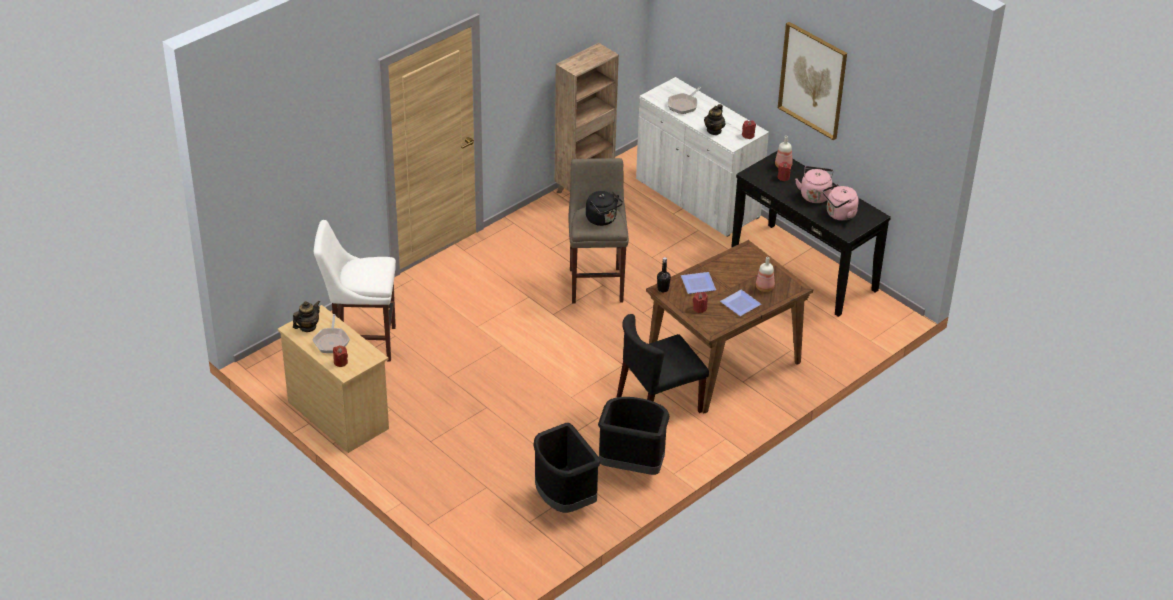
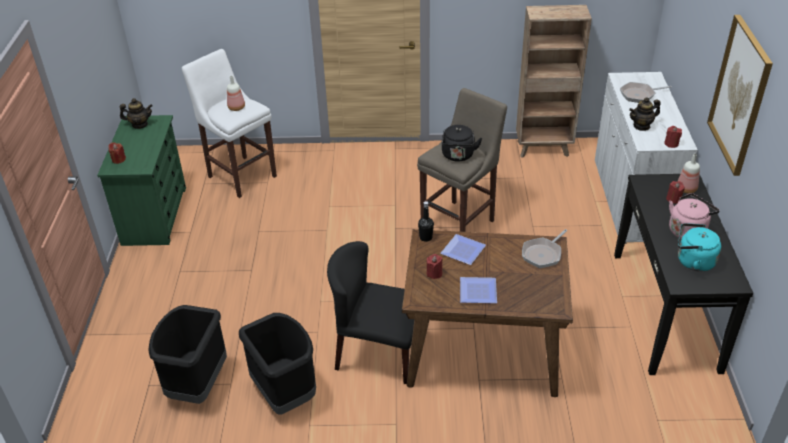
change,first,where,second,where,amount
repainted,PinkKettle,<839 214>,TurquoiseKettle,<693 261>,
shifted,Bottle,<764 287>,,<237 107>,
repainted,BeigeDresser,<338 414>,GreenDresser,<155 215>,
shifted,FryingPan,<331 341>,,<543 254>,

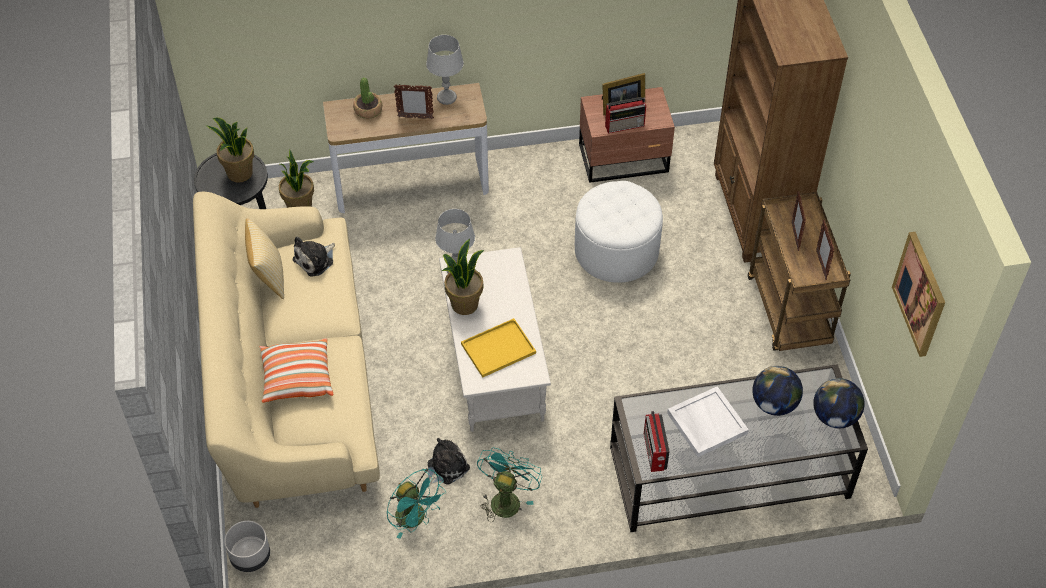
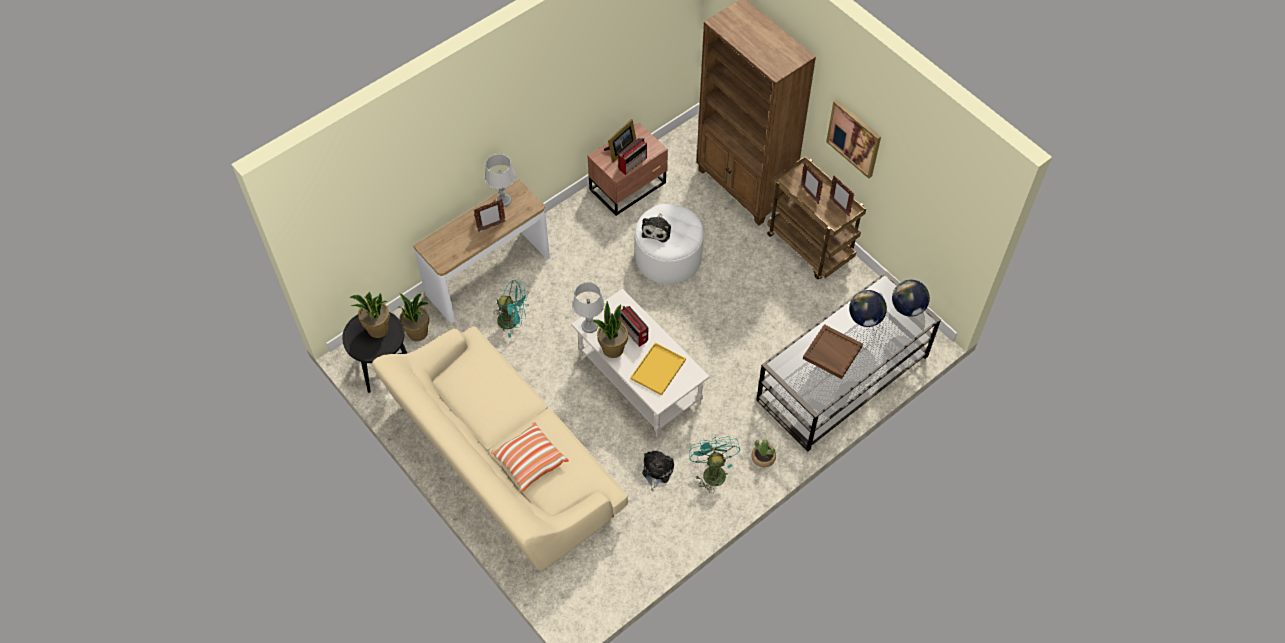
change,first,where,second,where,amount
shifted,PottedPlant,<368 110>,,<763 457>,
gone,Pillow,<268 277>,,,
shifted,Picture,<920 294>,,<854 138>,
shifted,PlushToy,<315 260>,,<657 230>,
repainted,WhiteTray,<706 423>,BrownTray,<831 353>,
shifted,Radio,<654 453>,,<634 333>,
shifted,TurquoiseFan,<416 519>,,<513 321>,
gone,GreyPlanter,<250 556>,,,

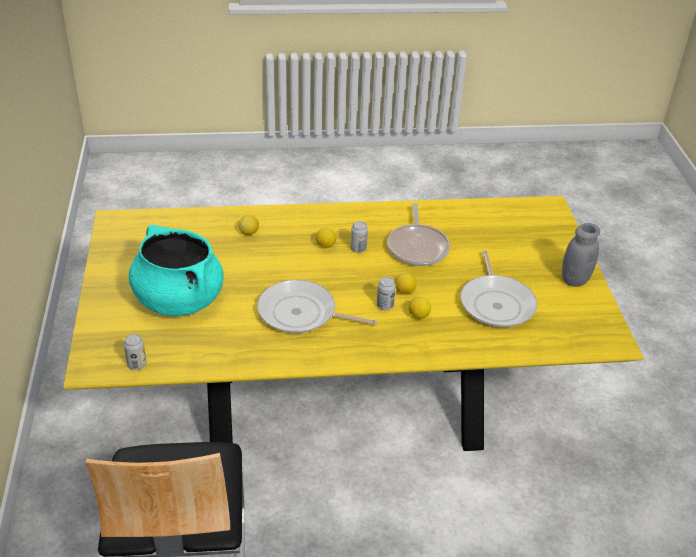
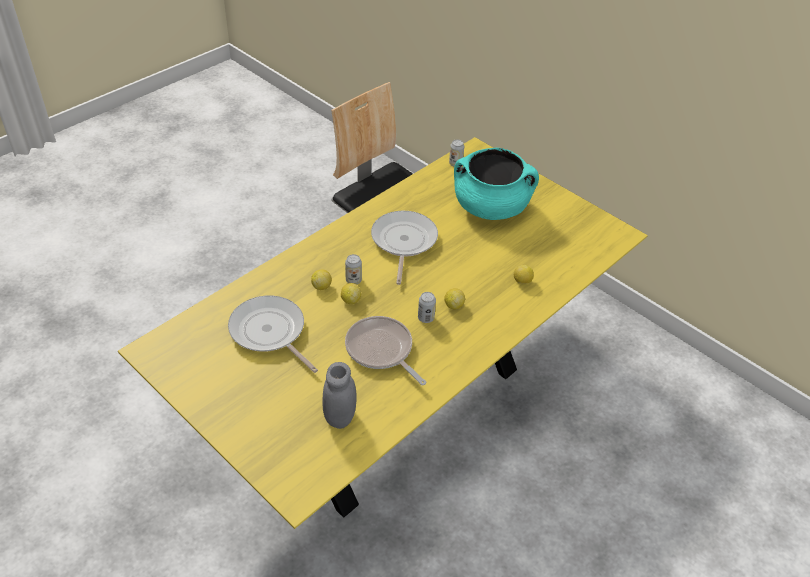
change,first,where,second,where,amount
shifted,GreyJar,<574 279>,,<340 417>,
rotated,FryingPan,<301 314>,,<403 242>,60 degrees counterclockwise

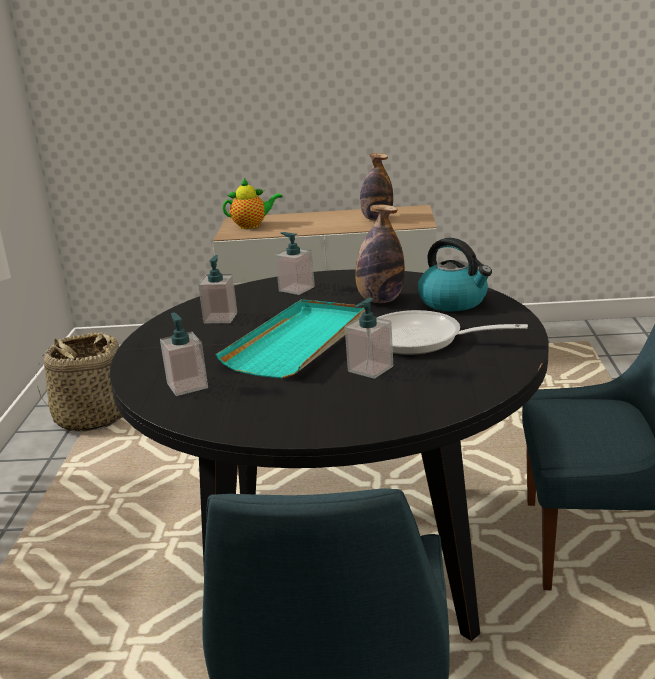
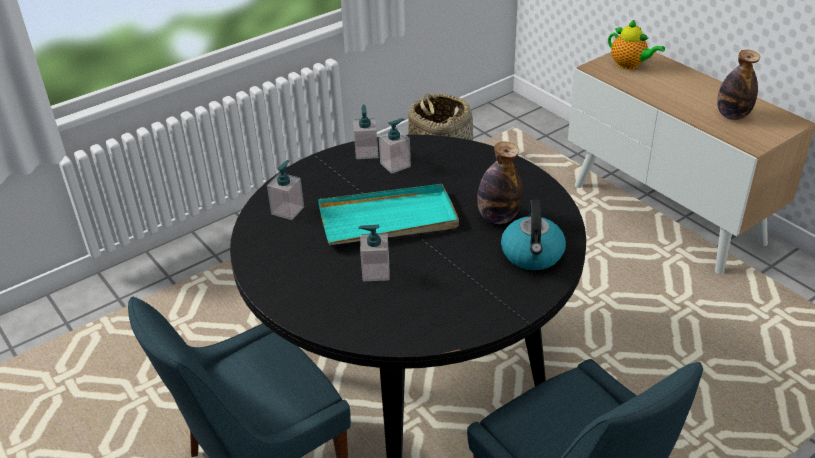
change,first,where,second,where,amount
shifted,SoapDispenser,<296 289>,,<366 152>,
gone,FryingPan,<422 340>,,,

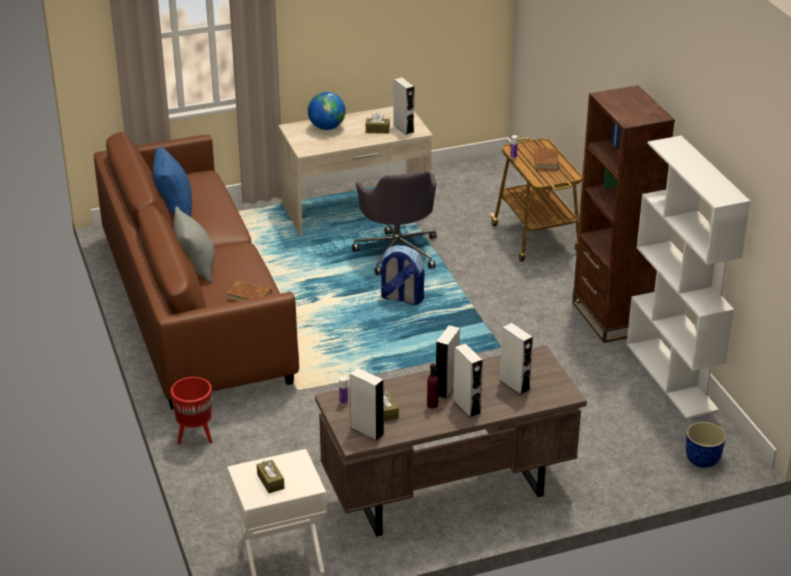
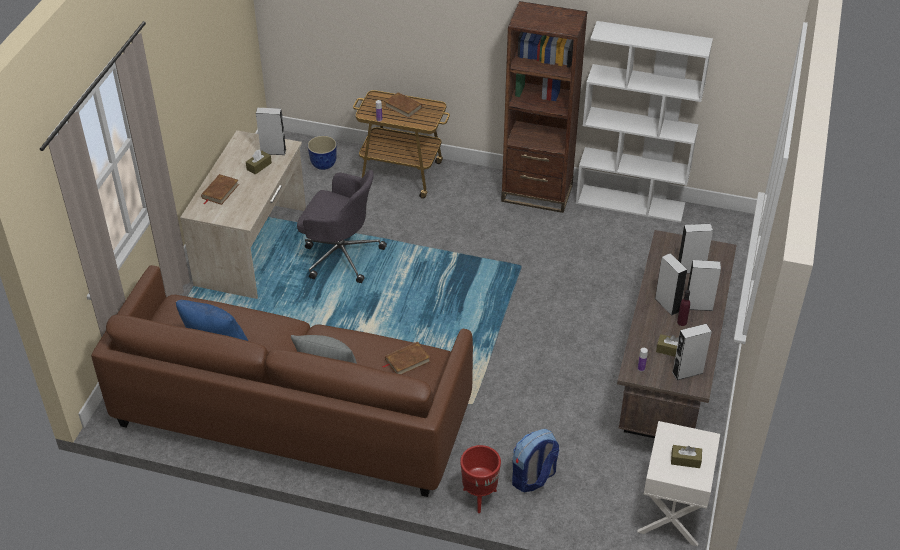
change,first,where,second,where,amount
swapped,Globe,<327 127>,BrownBook,<220 191>,
shifted,Backpack,<401 298>,,<533 478>,
shifted,Planter,<703 461>,,<324 164>,

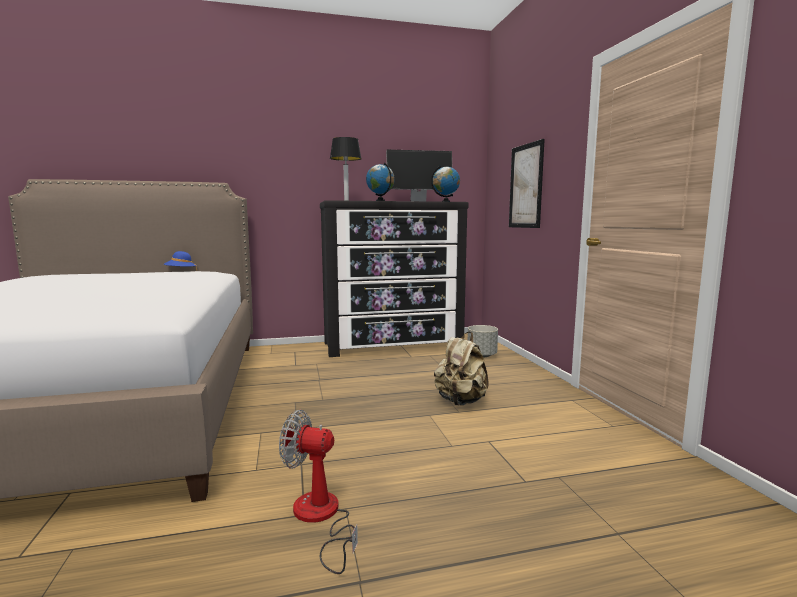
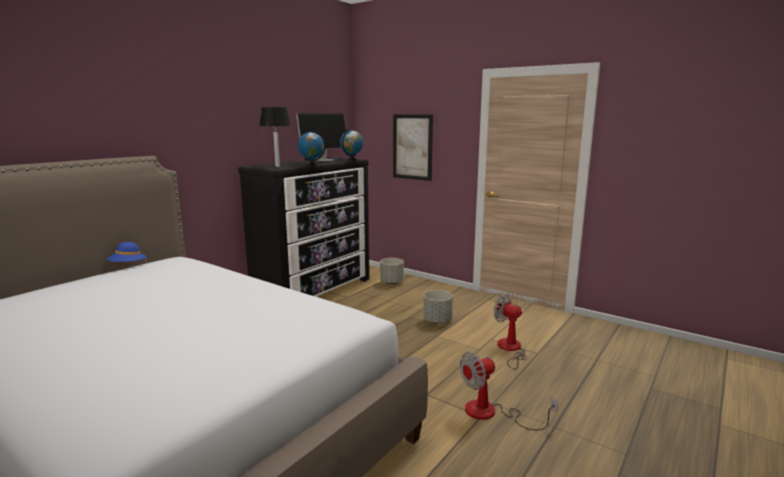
change,first,where,second,where,amount
swapped,BeigeBackpack,<461 401>,GreyPlanter,<437 320>,
new,,,Fan,<510 349>,

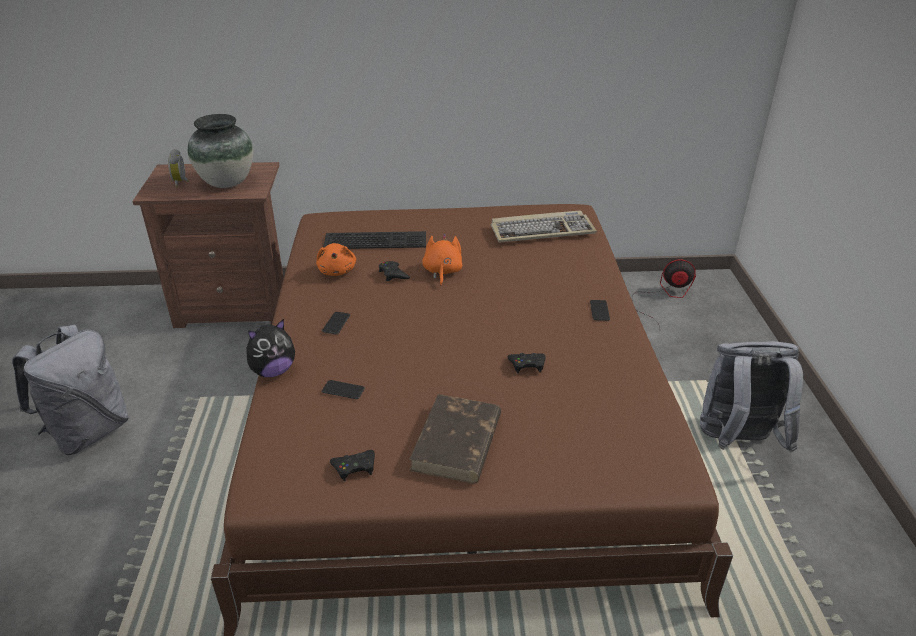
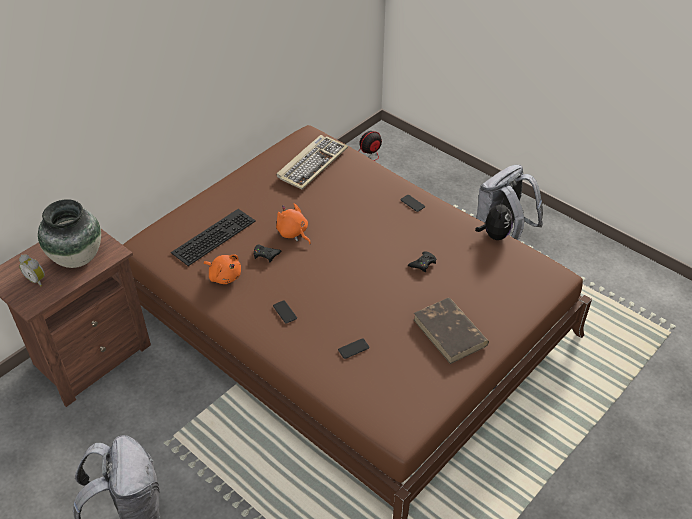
change,first,where,second,where,amount
shifted,PlushToy,<273 371>,,<494 235>,
gone,BlackGameController,<354 467>,,,

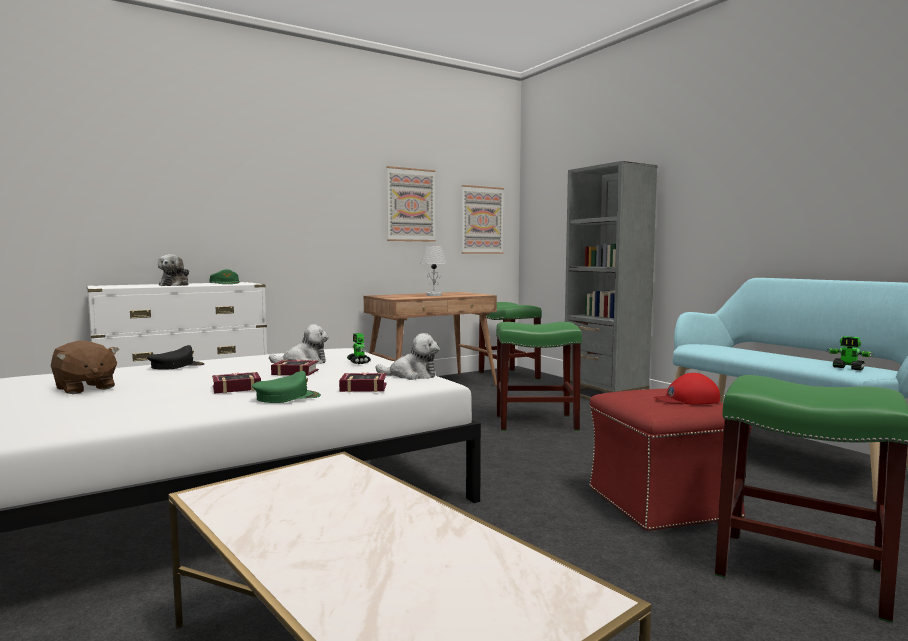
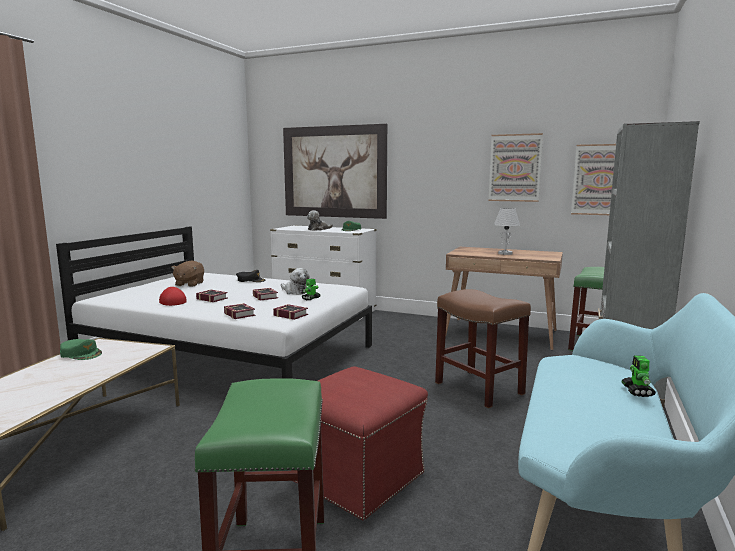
change,first,where,second,where,amount
repainted,GreenStool,<536 422>,BrownStool,<480 388>,
swapped,PlushToy,<411 375>,Book,<290 315>,
shifted,ToyRobot,<848 368>,,<637 391>,
shifted,GreenCap,<287 397>,,<81 354>,
shifted,RedCap,<687 399>,,<171 301>,
new,,,Picture,<334 172>,

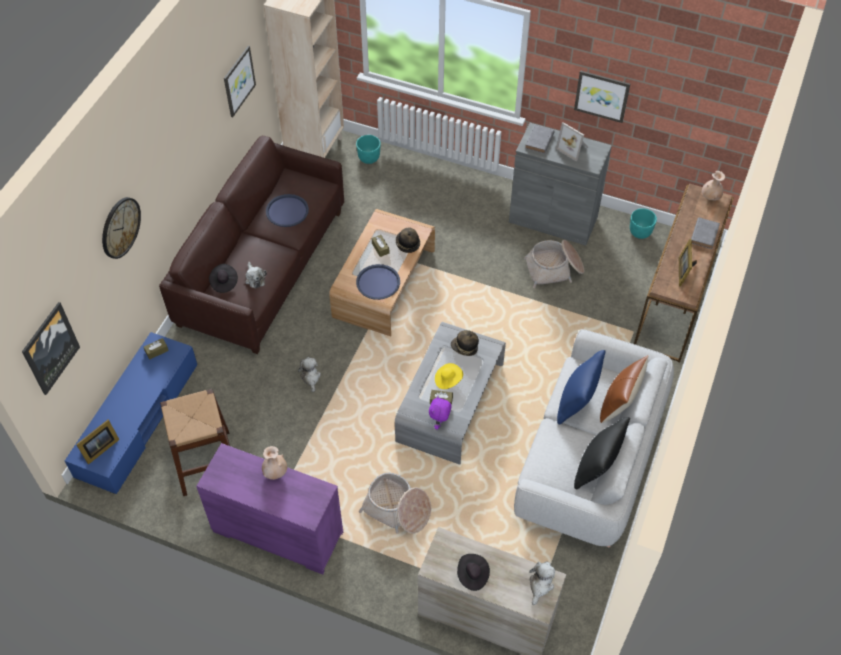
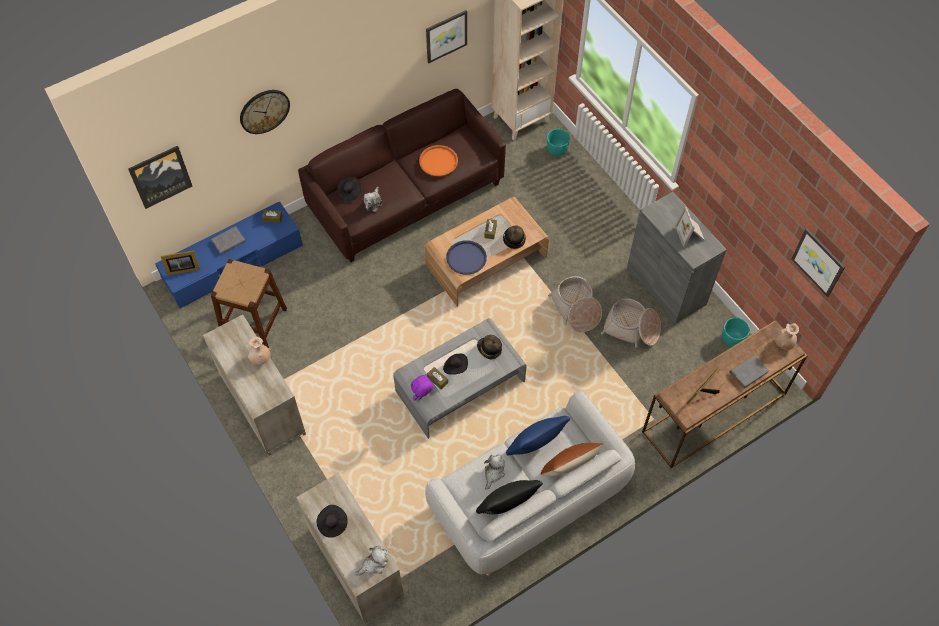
change,first,where,second,where,amount
shifted,Picture,<602 95>,,<818 262>,
shifted,GreyBook,<539 141>,,<228 242>,
repainted,BlueTray,<287 211>,OrangeTray,<438 161>,
shifted,PlushToy,<310 377>,,<493 473>,
repainted,YellowHat,<448 380>,BlackHat,<455 367>,
repainted,PurpleDresser,<277 533>,BeigeDresser,<262 405>,
shifted,Basket,<397 509>,,<576 309>,

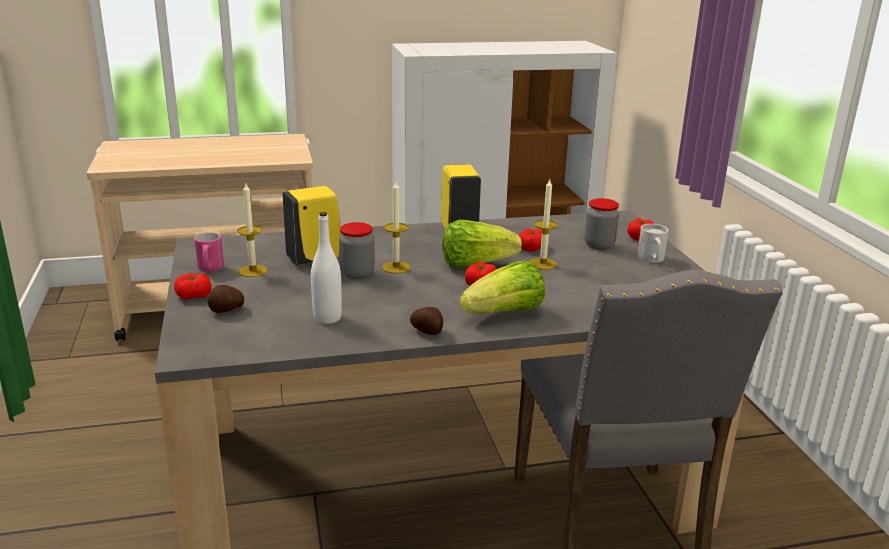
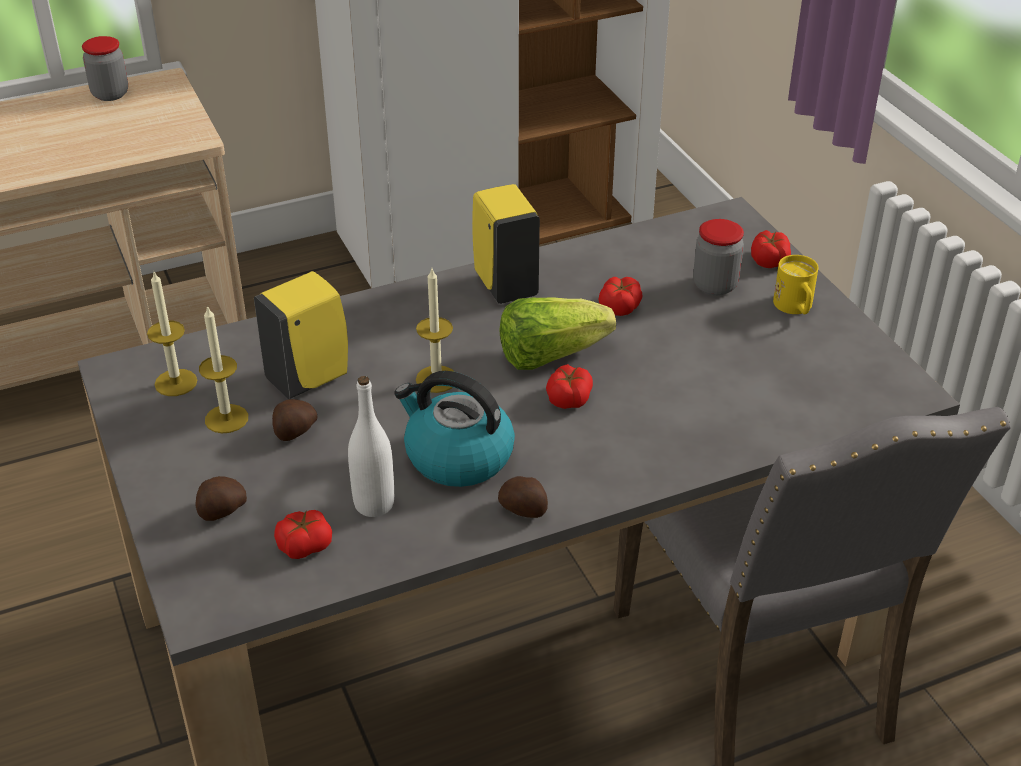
change,first,where,second,where,amount
shifted,Candle,<543 264>,,<176 382>,
shifted,Jar,<357 273>,,<110 94>,
repainted,WhiteMug,<652 260>,YellowMug,<795 308>,
gone,PinkMug,<210 269>,,,
gone,Lettuce,<505 314>,,,
shifted,Tomato,<194 295>,,<304 545>,
new,,,Kettle,<457 457>,
new,,,Potato,<294 432>,

